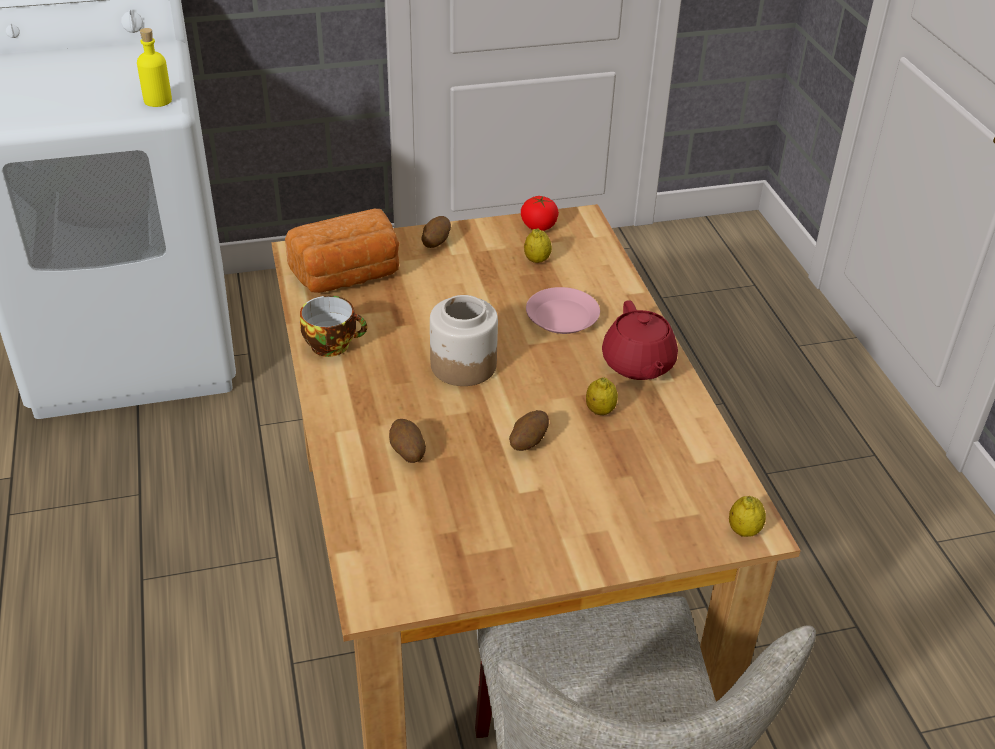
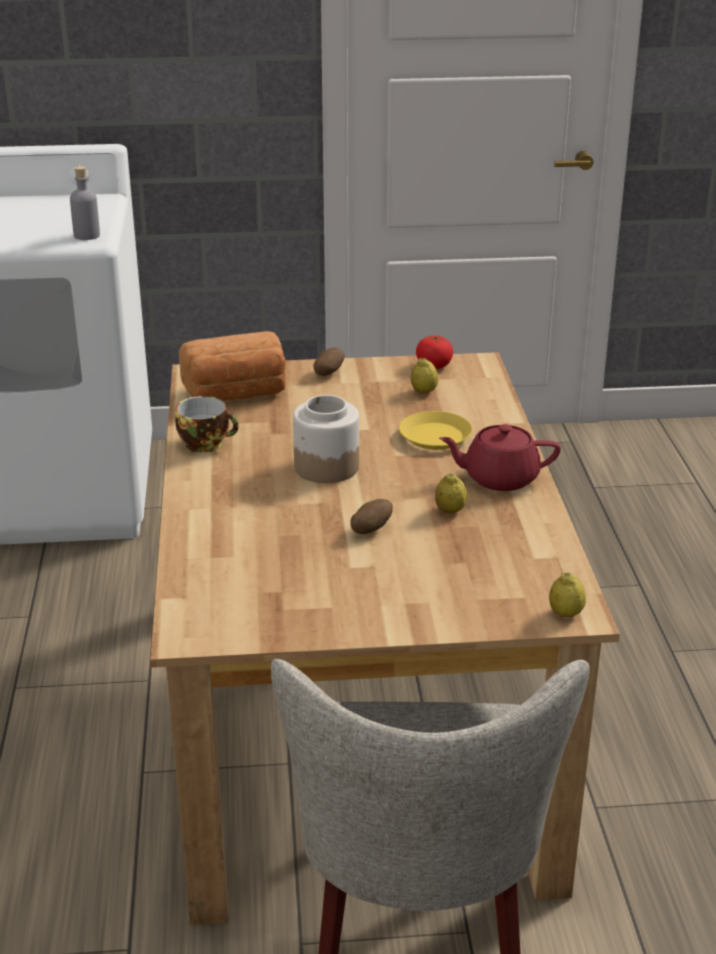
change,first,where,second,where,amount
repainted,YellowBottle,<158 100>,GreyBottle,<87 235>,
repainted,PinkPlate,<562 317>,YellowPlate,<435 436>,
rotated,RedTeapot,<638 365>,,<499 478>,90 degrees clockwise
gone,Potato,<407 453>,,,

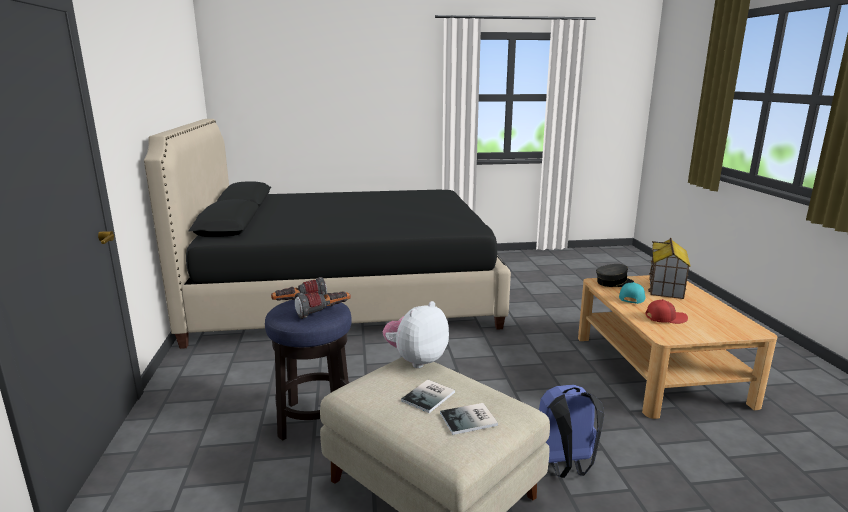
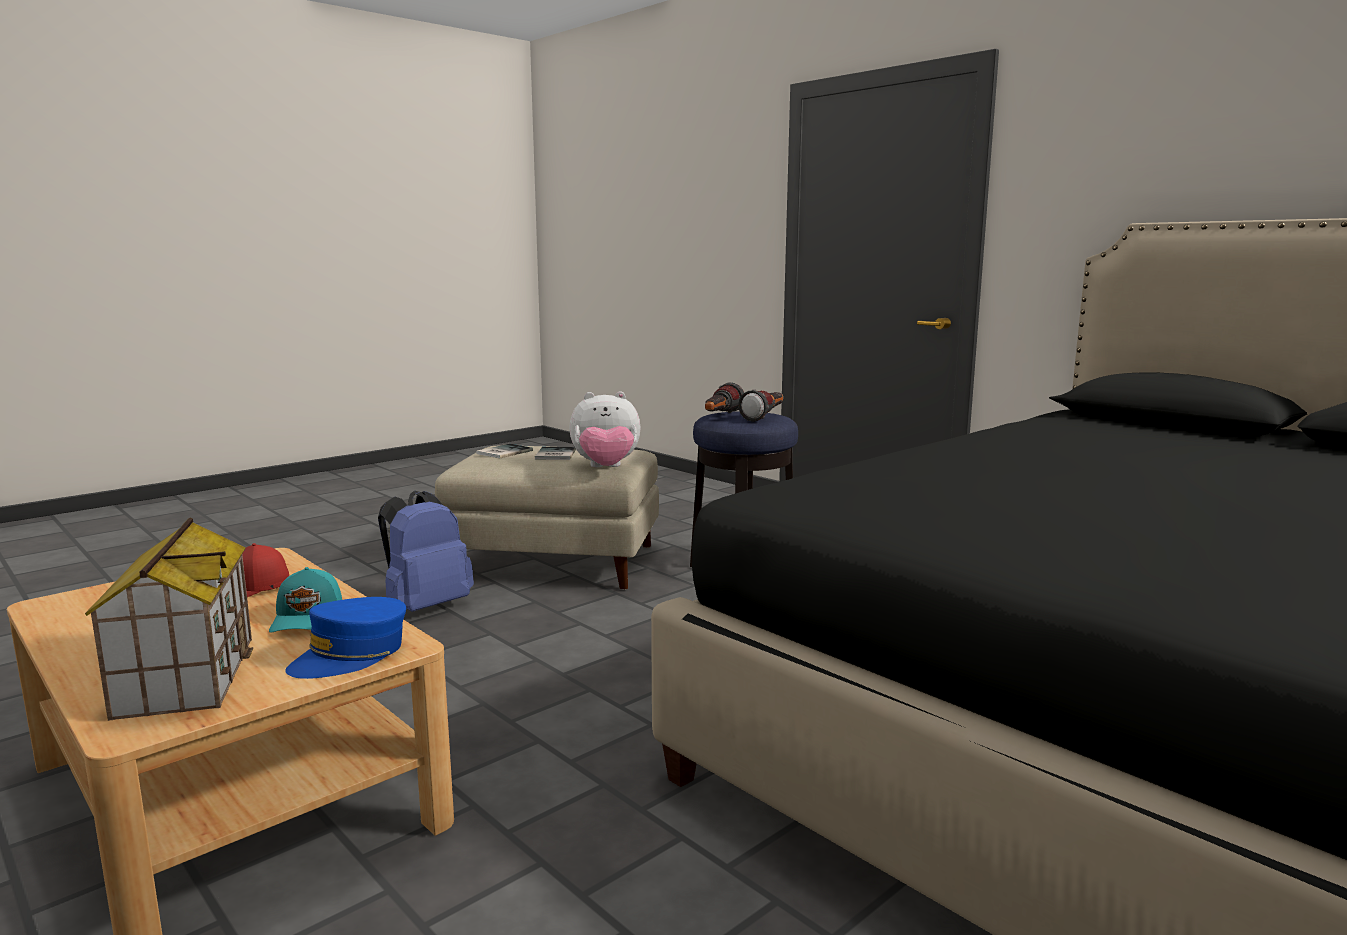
change,first,where,second,where,amount
repainted,GreyCap,<613 282>,BlueCap,<351 655>,
rotated,PlushToy,<416 360>,,<606 468>,75 degrees clockwise

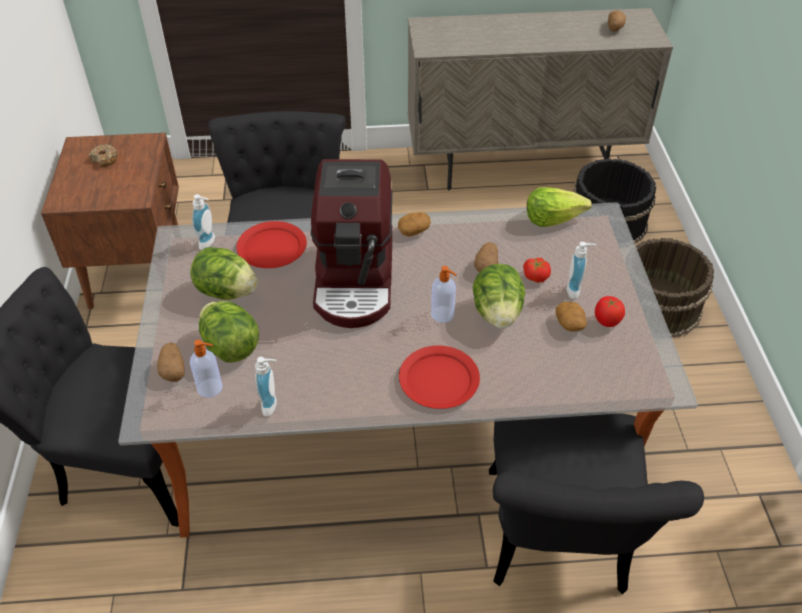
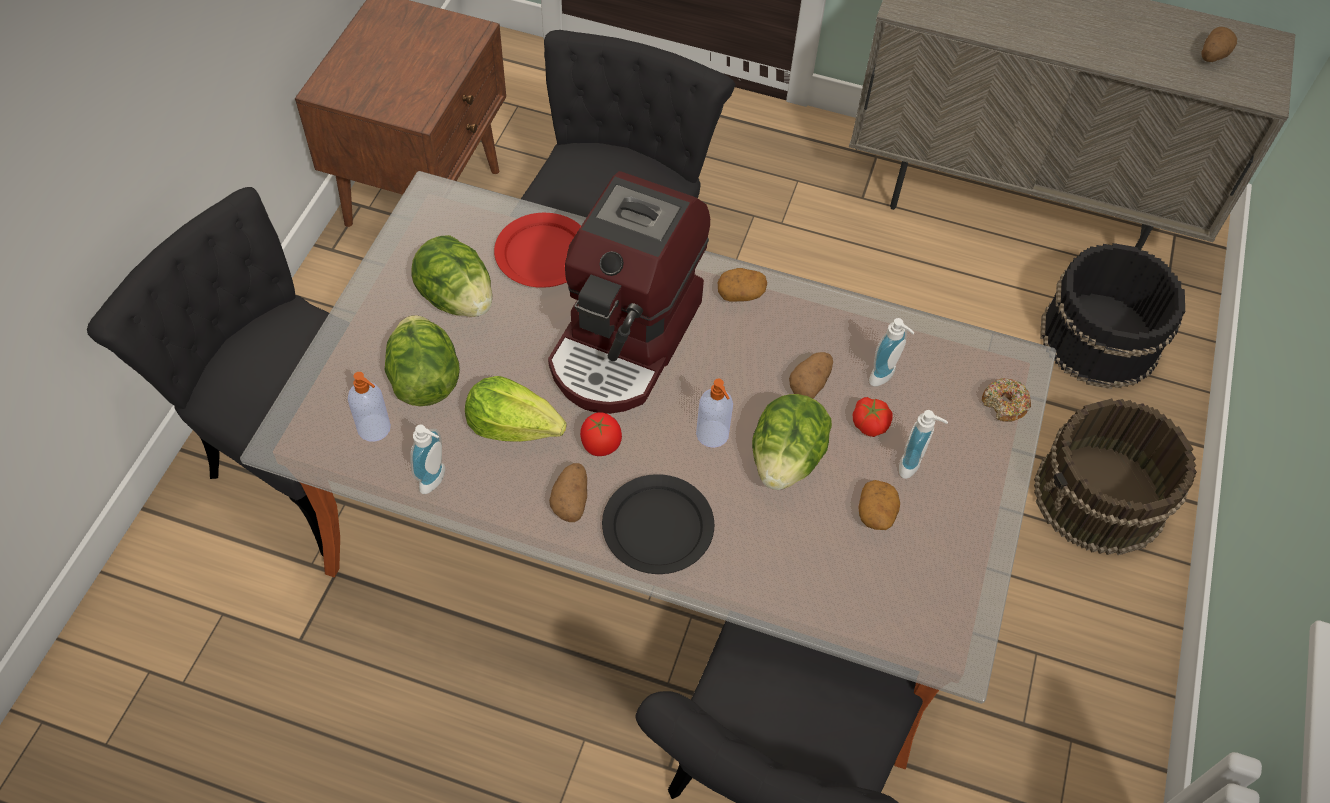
change,first,where,second,where,amount
shifted,Donut,<105 159>,,<1004 404>,
shifted,Lettuce,<553 218>,,<514 425>,
shifted,SoapDispenser,<209 243>,,<885 377>,
shifted,Tomato,<606 321>,,<600 445>,
shifted,Potato,<173 370>,,<571 500>,
repainted,RedPlate,<439 379>,BlackPlate,<659 527>,

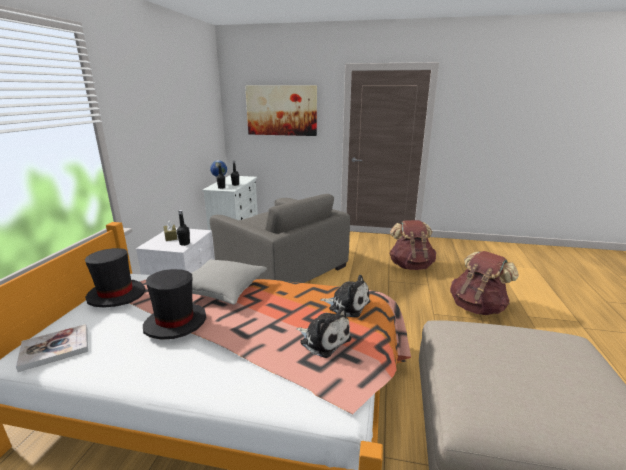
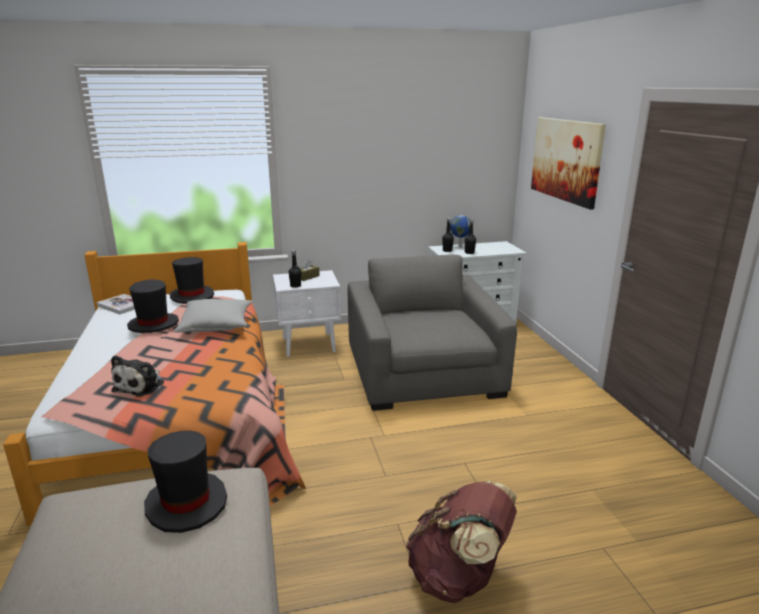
change,first,where,second,where,amount
rotated,GreyArmchair,<280 265>,,<423 370>,150 degrees clockwise
gone,BrownBackpack,<410 266>,,,
gone,PlushToy,<347 305>,,,
new,,,BlackHat,<187 503>,

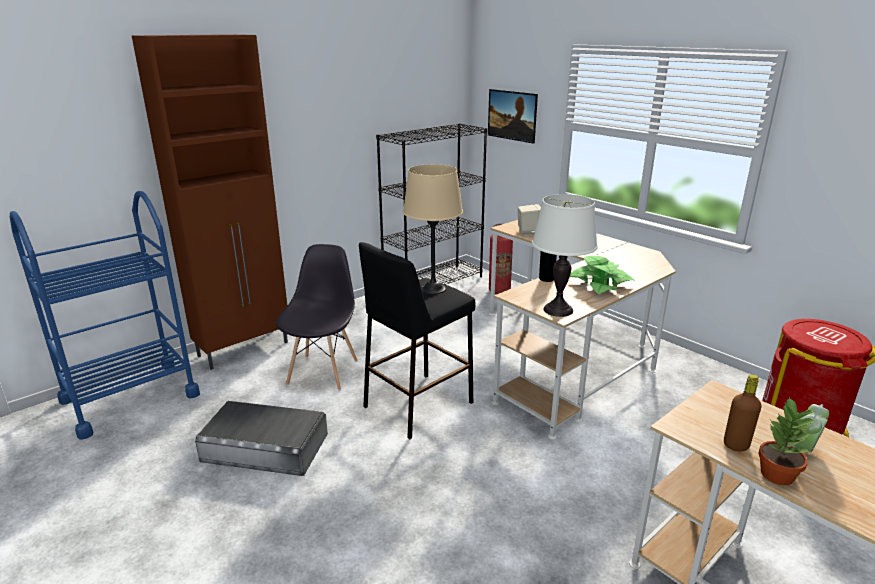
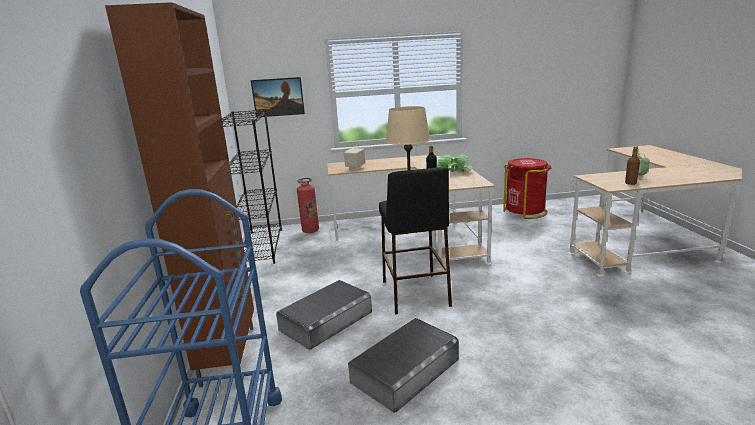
change,first,where,second,where,amount
gone,WhiteTableLamp,<558 310>,,,
swapped,GreyChair,<323 372>,GreyStorageBox,<326 320>,
gone,PottedPlant,<776 474>,,,

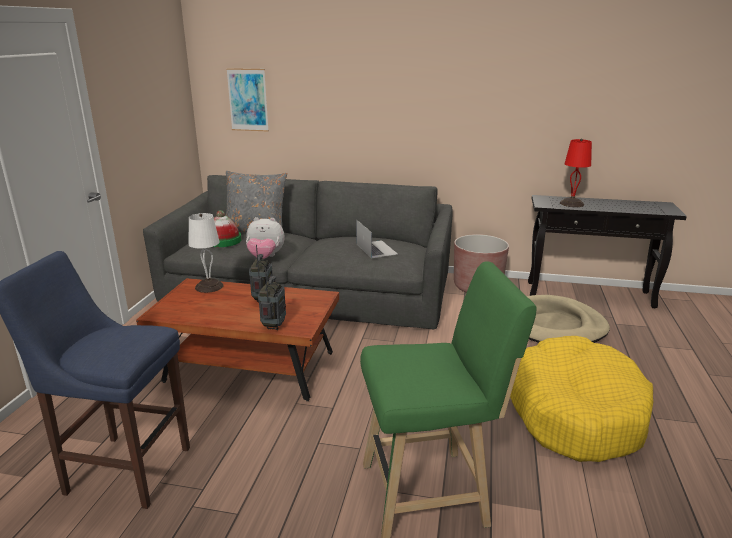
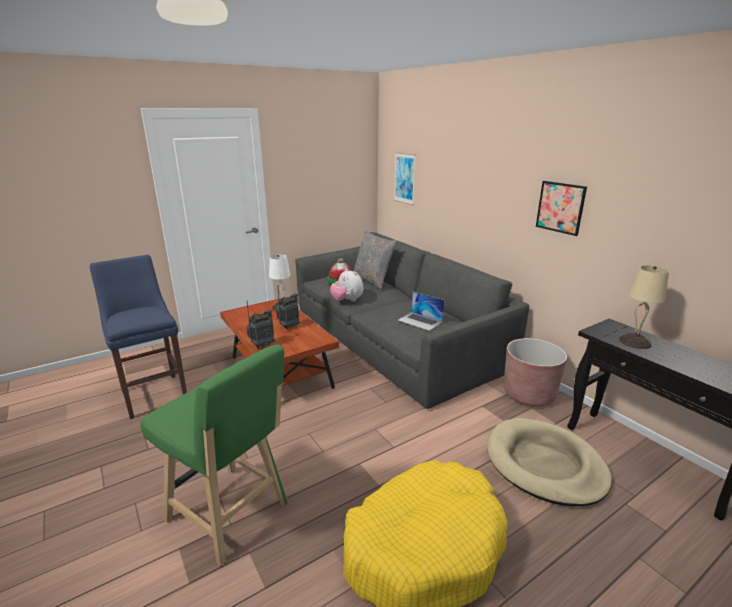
change,first,where,second,where,amount
repainted,RedTableLamp,<572 204>,BeigeTableLamp,<635 342>,
rotated,Laptop,<376 249>,,<420 321>,105 degrees clockwise
new,,,Picture,<560 207>,

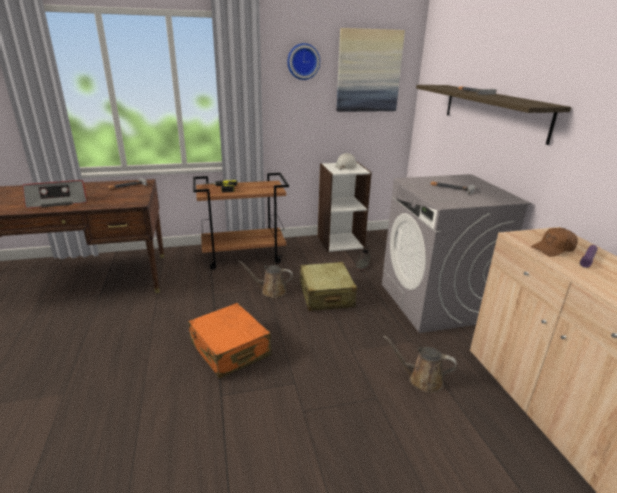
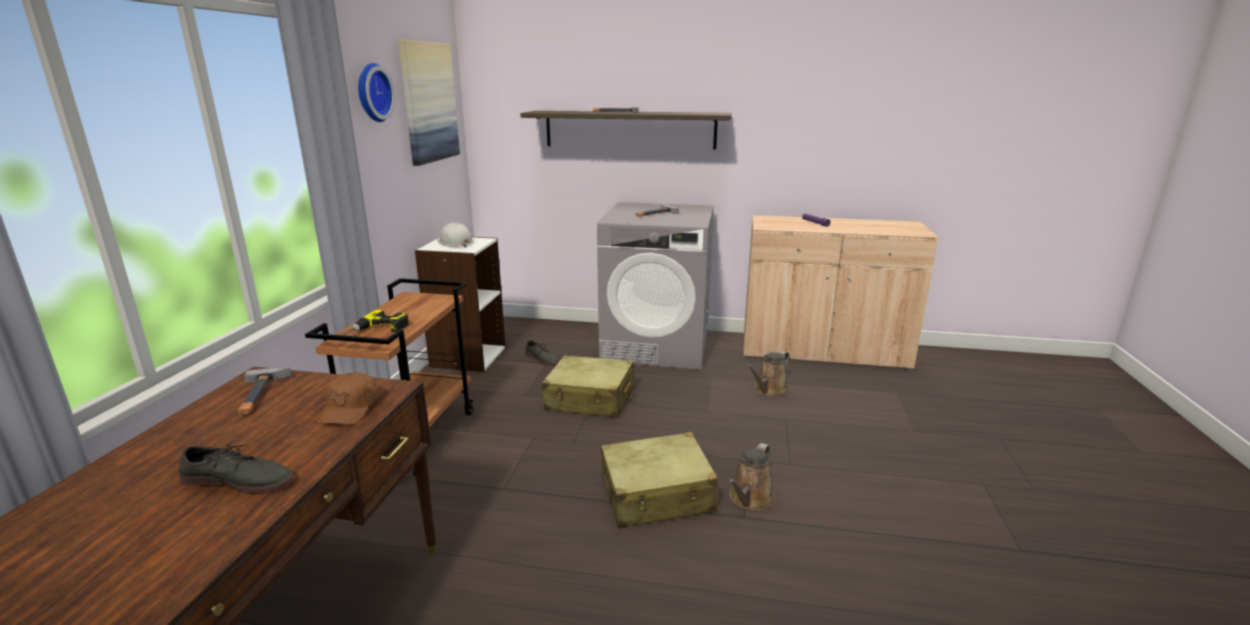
change,first,where,second,where,amount
swapped,Radio,<59 201>,GreyShoe,<239 480>,
shifted,BrownCap,<553 249>,,<350 409>,
shifted,BrownWateringCan,<271 291>,,<750 499>,
repainted,OrangeSuitcase,<230 349>,BeigeSuitcase,<657 495>,

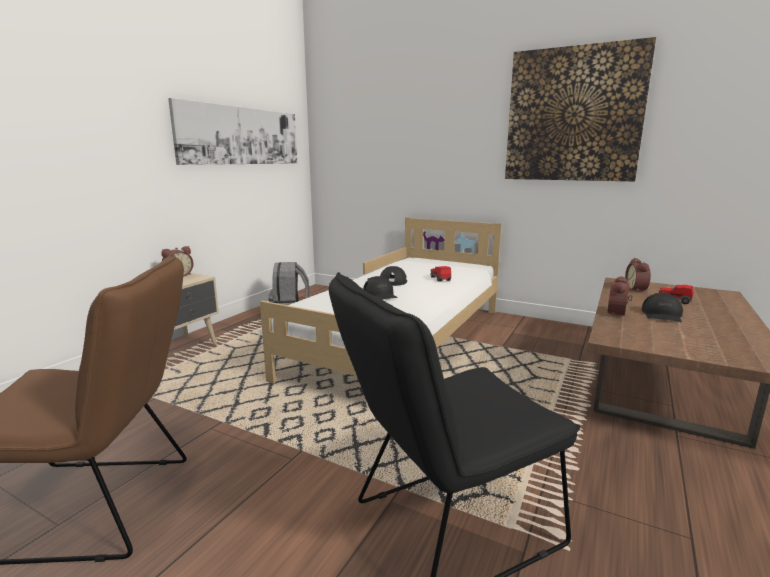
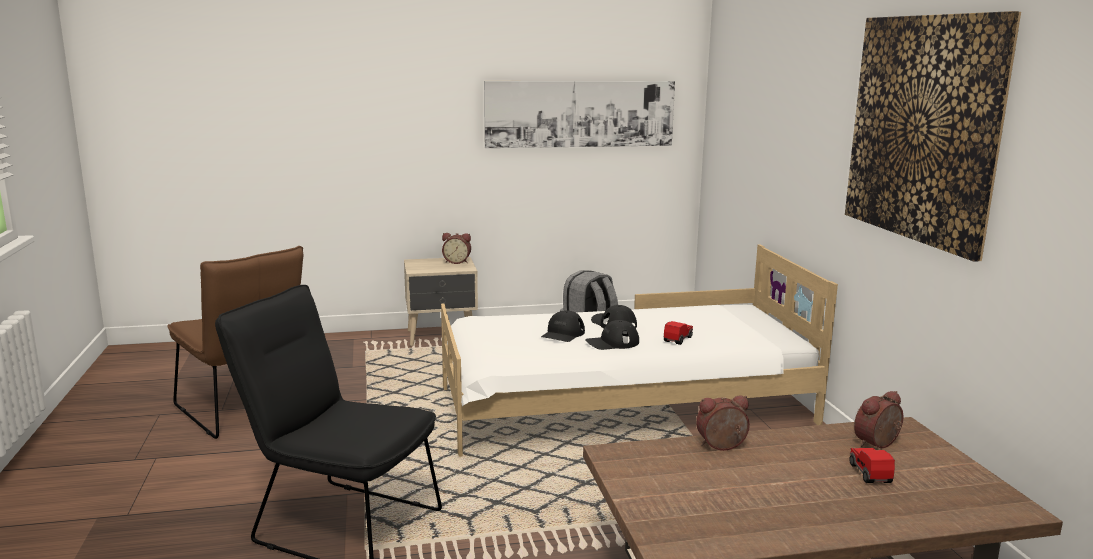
change,first,where,second,where,amount
shifted,BlackCap,<662 315>,,<612 342>,

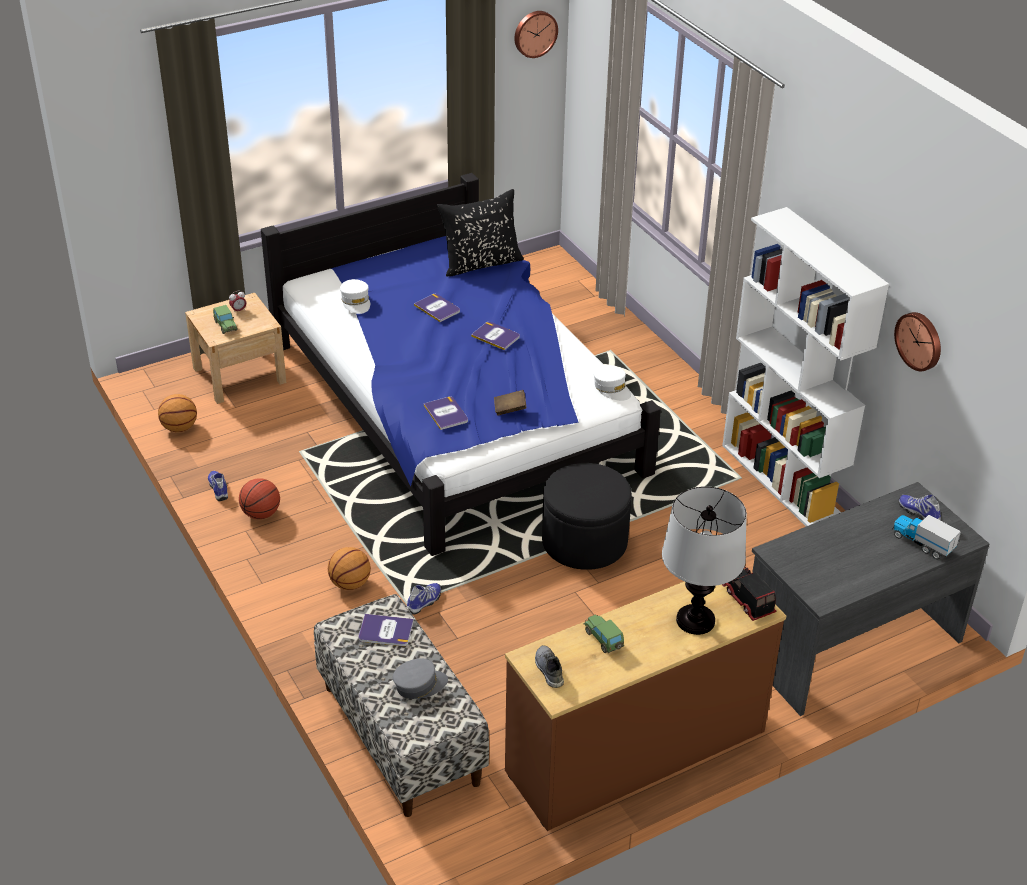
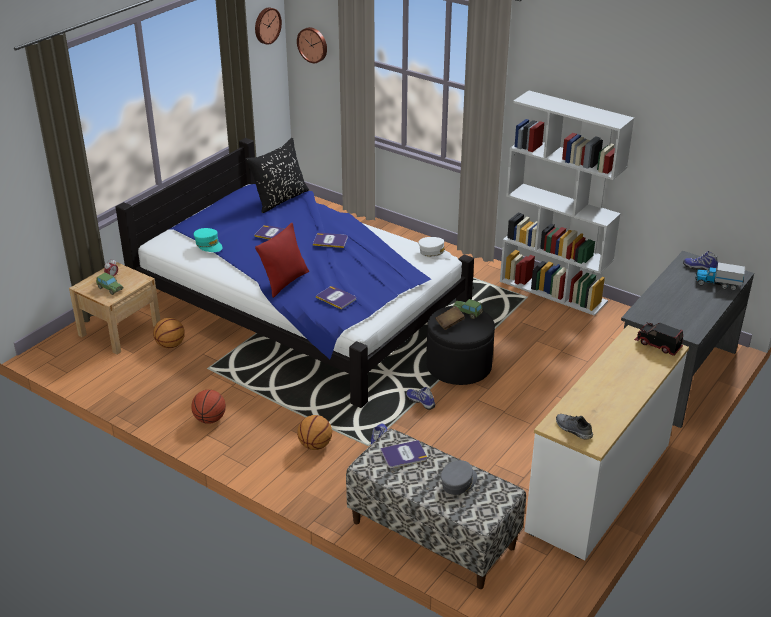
change,first,where,second,where,amount
repainted,WhiteCap,<356 302>,TurquoiseCap,<208 245>,
shifted,WallClock,<920 340>,,<313 44>,
shifted,BrownBook,<510 409>,,<449 323>,
shifted,Basketball,<179 427>,,<170 345>,
shifted,Shoe,<219 489>,,<421 401>,
gone,TableLamp,<695 621>,,,
repainted,BrownDresser,<636 752>,WhiteDresser,<600 487>,
shifted,ToyCar,<603 639>,,<467 313>,
new,,,RedPillow,<285 282>,

